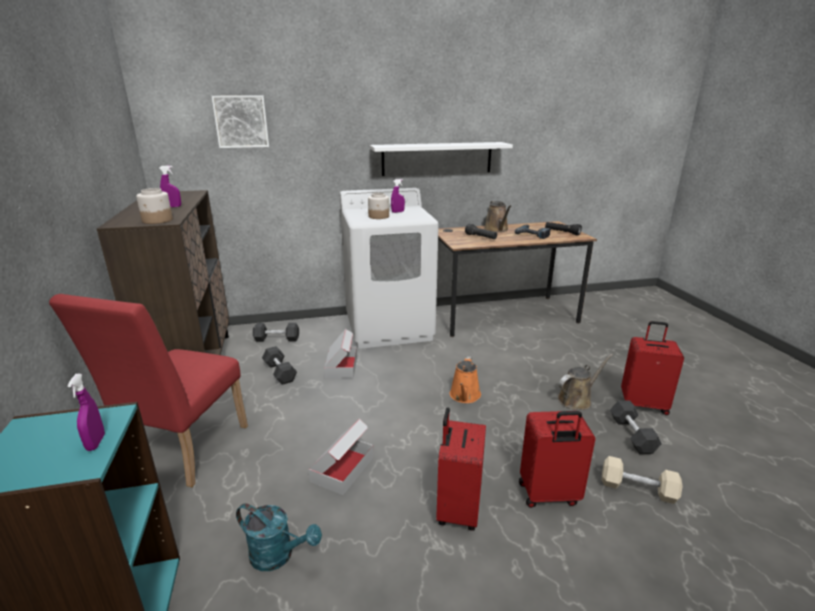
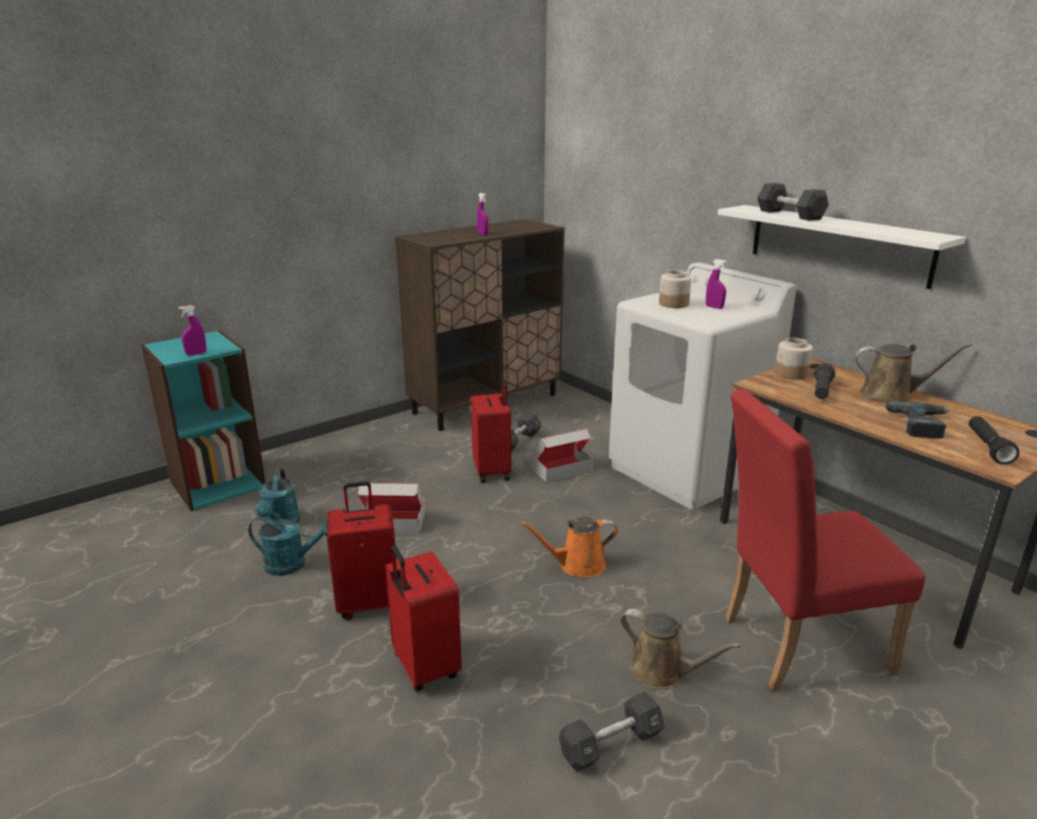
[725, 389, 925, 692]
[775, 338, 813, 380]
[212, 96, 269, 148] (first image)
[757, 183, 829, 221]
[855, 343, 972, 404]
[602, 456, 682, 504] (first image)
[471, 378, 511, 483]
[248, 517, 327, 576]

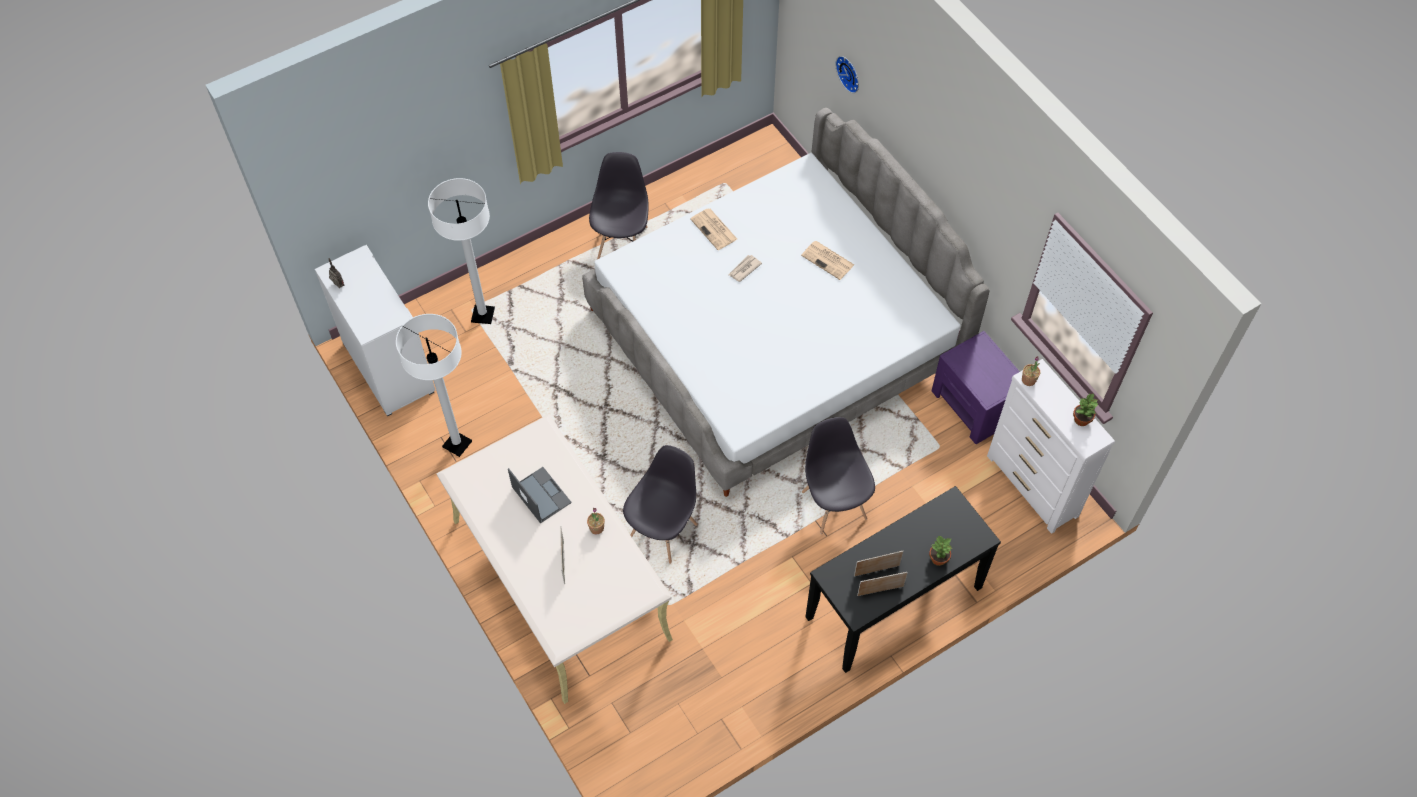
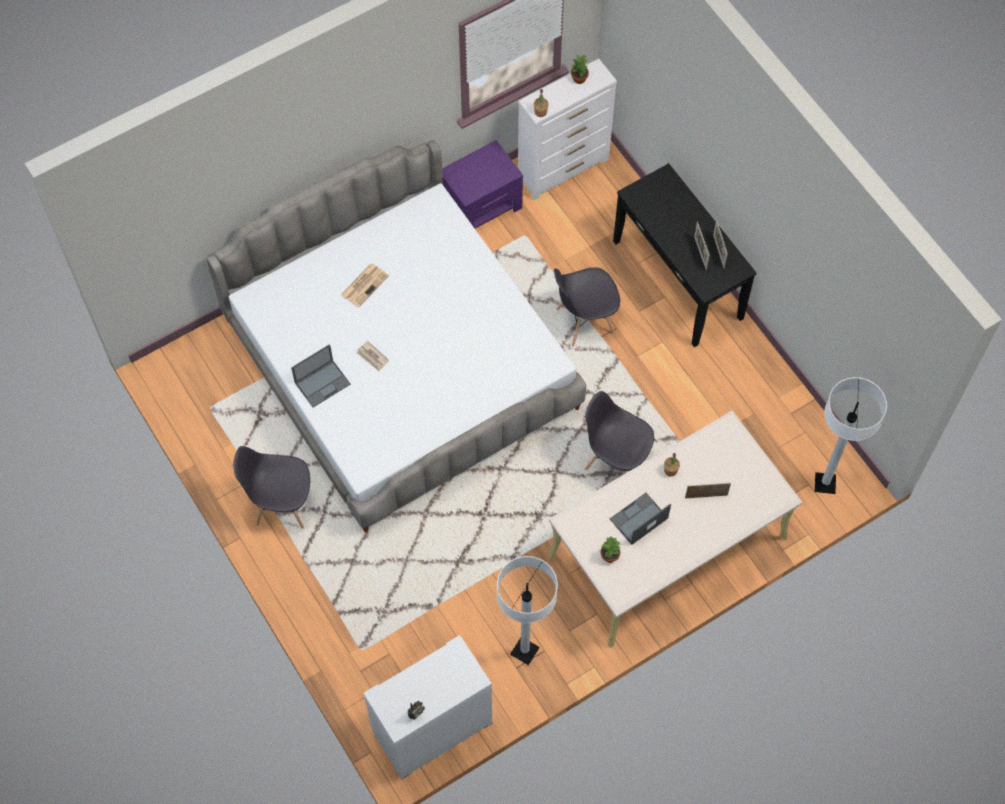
[815, 377, 887, 494]
[291, 344, 351, 407]
[836, 56, 859, 93] (first image)
[601, 537, 620, 563]

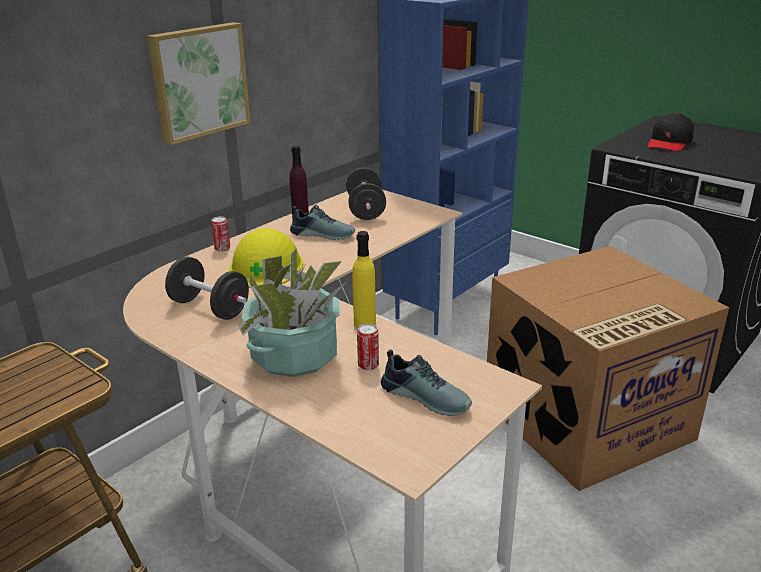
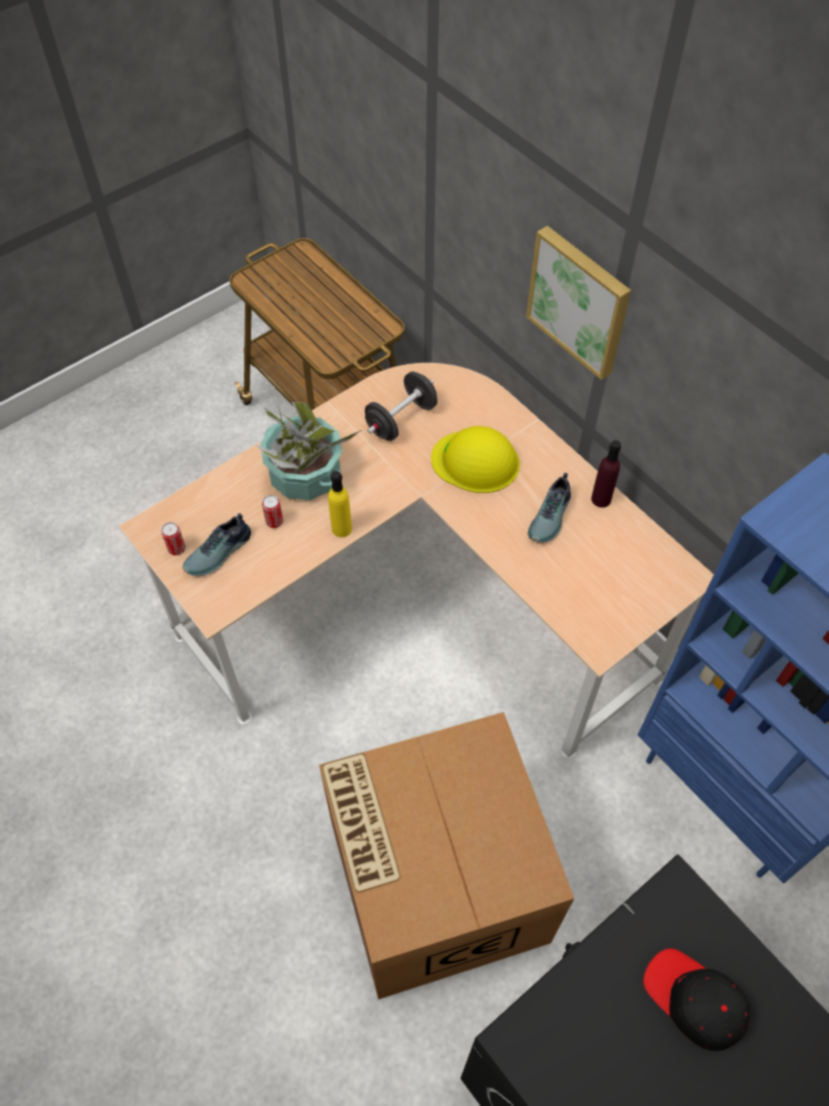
[161, 522, 186, 555]
[346, 167, 386, 220] (first image)

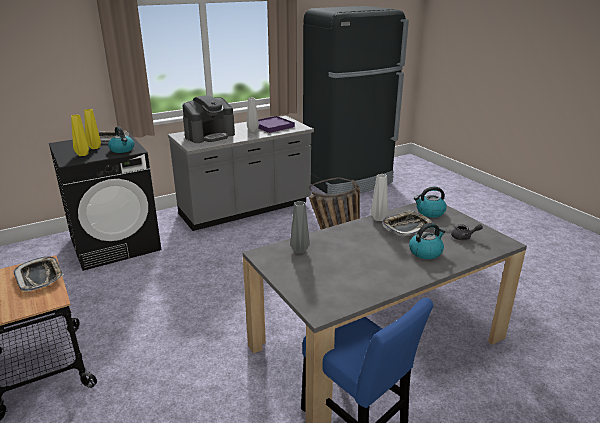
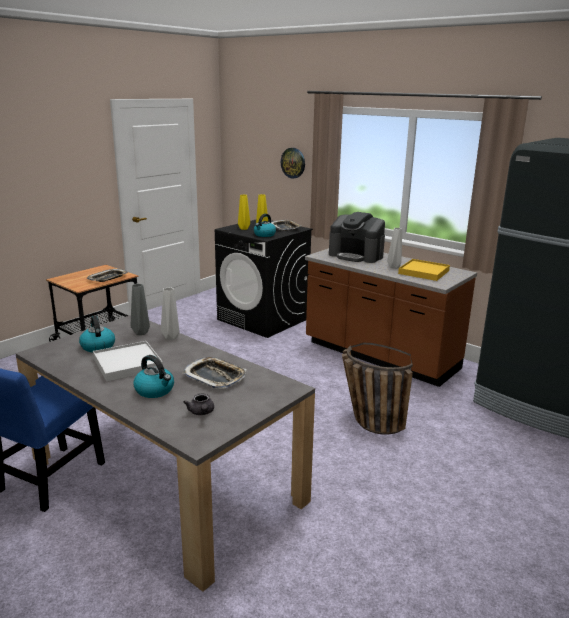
[305, 248, 477, 387]
[398, 259, 450, 281]
[161, 287, 179, 340]
[79, 315, 115, 352]
[93, 341, 163, 382]
[281, 148, 305, 178]

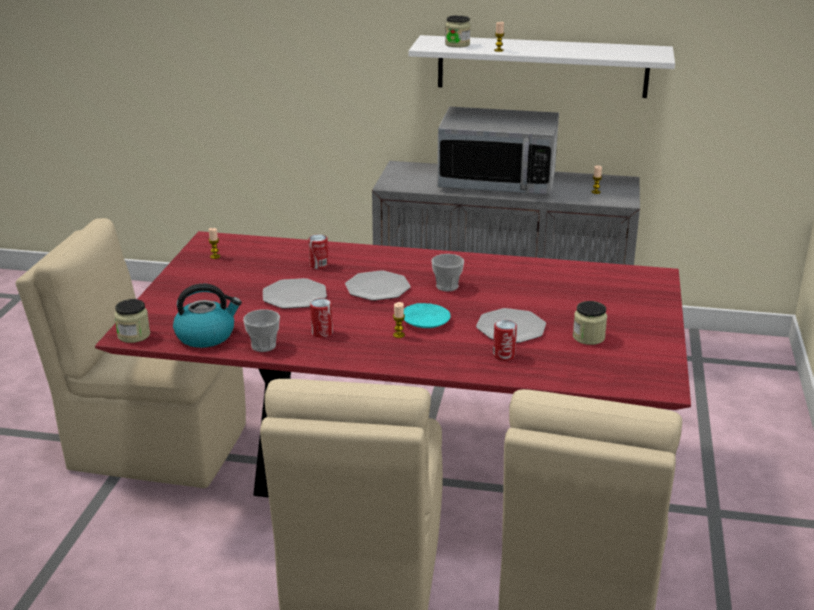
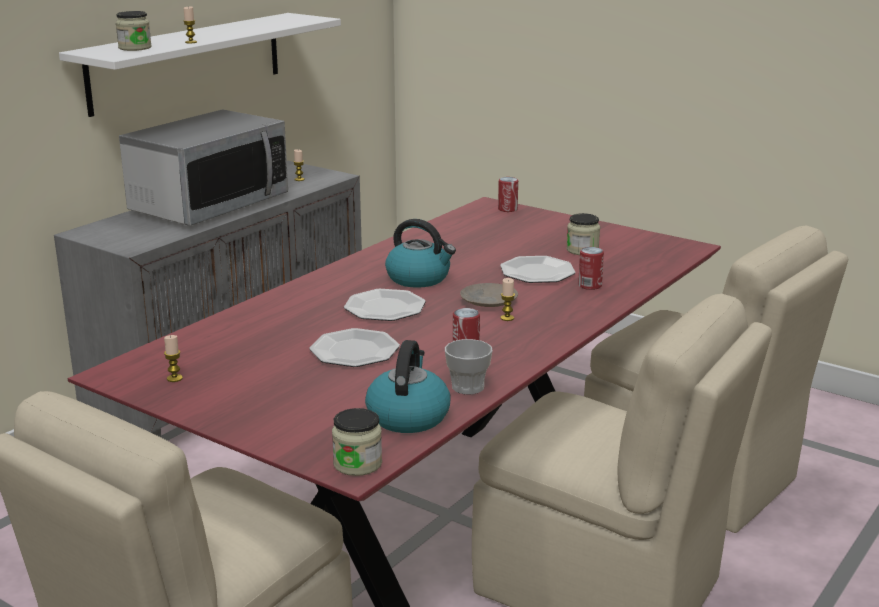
[498, 177, 518, 212]
[460, 283, 518, 307]
[385, 219, 456, 288]

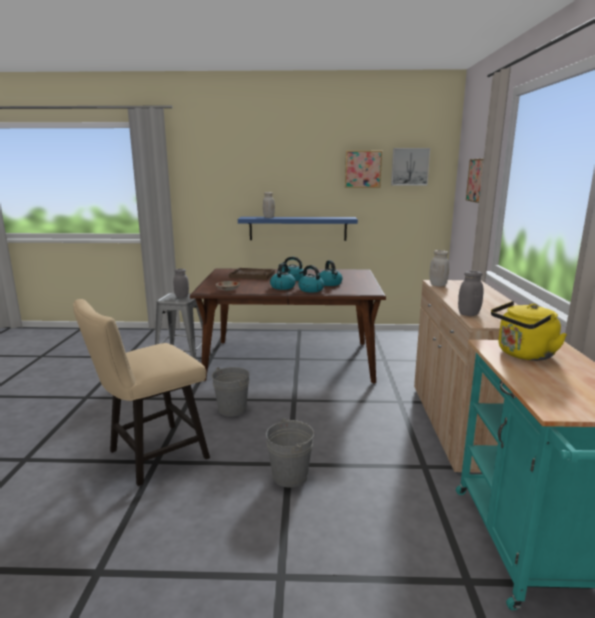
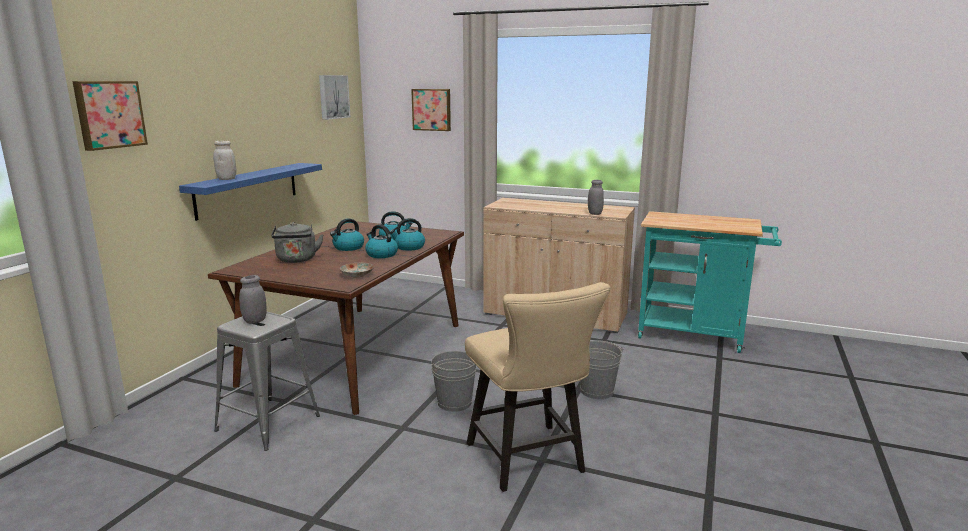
[271, 222, 324, 263]
[72, 81, 148, 151]
[429, 250, 449, 287] (first image)
[491, 301, 567, 361] (first image)

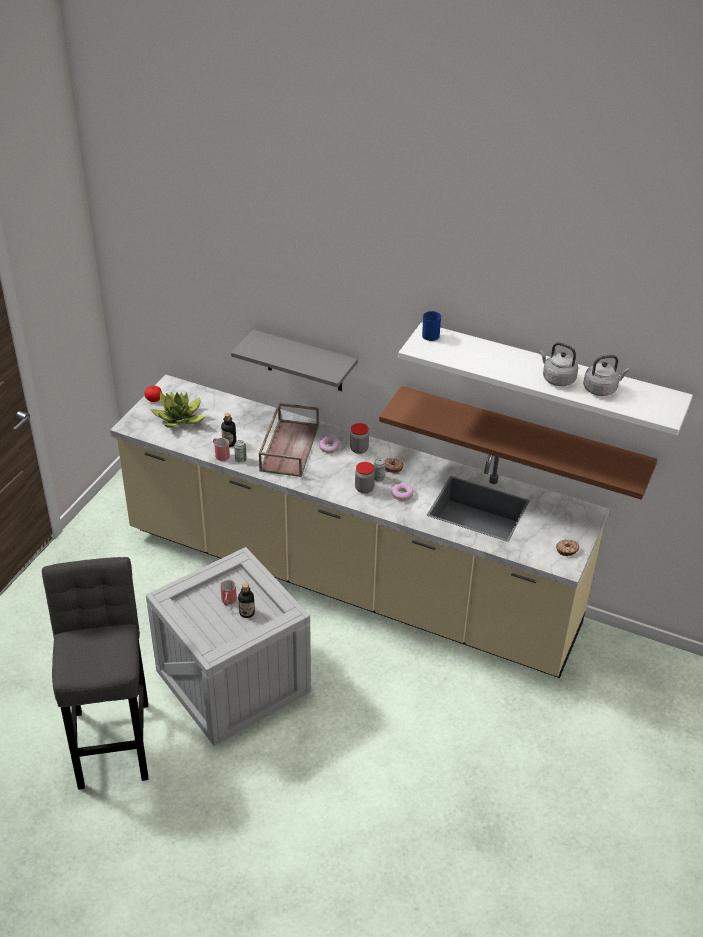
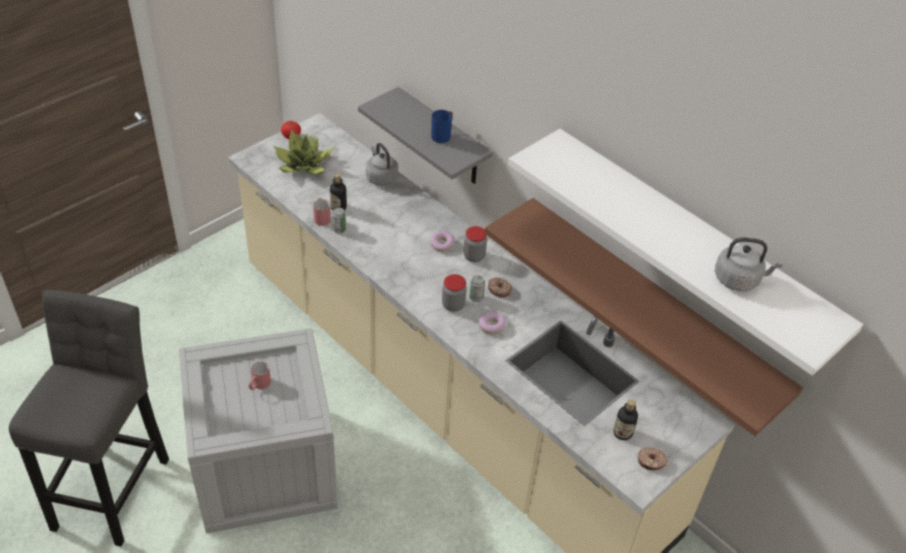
[613, 399, 638, 440]
[259, 402, 319, 477] (first image)
[431, 110, 453, 143]
[366, 143, 398, 186]

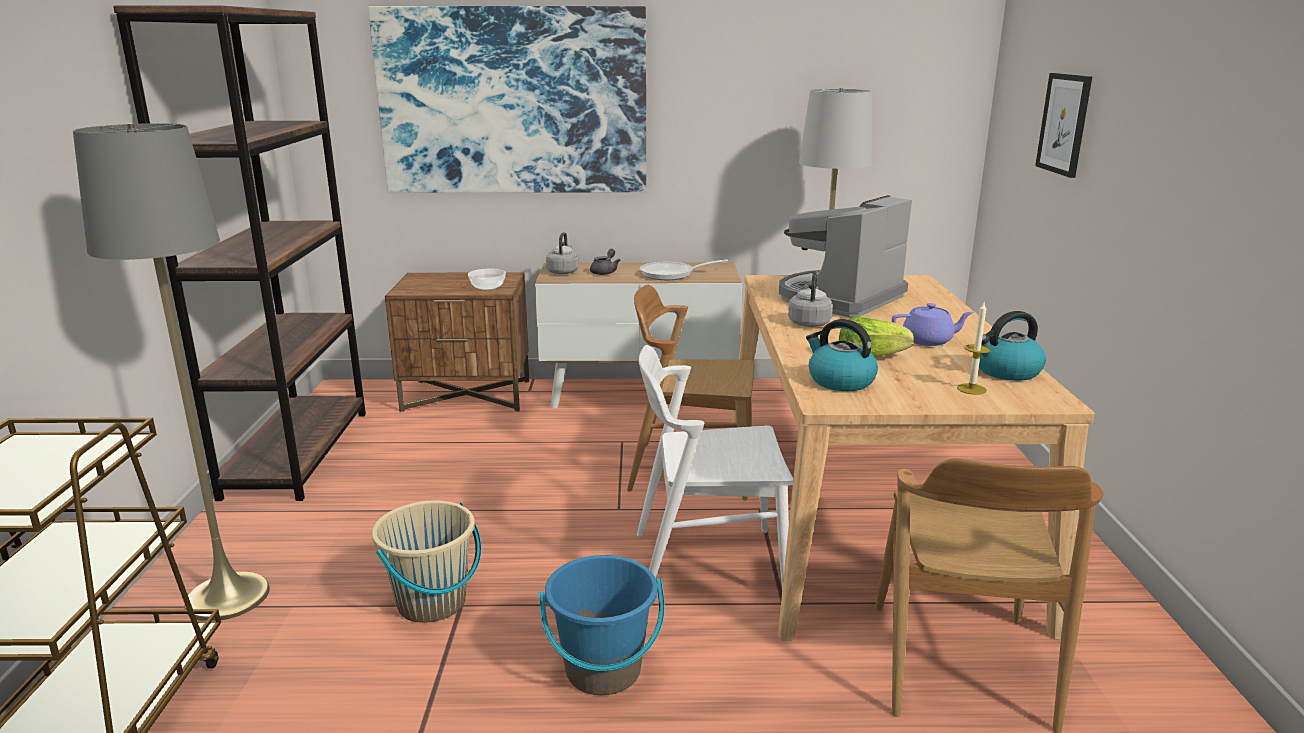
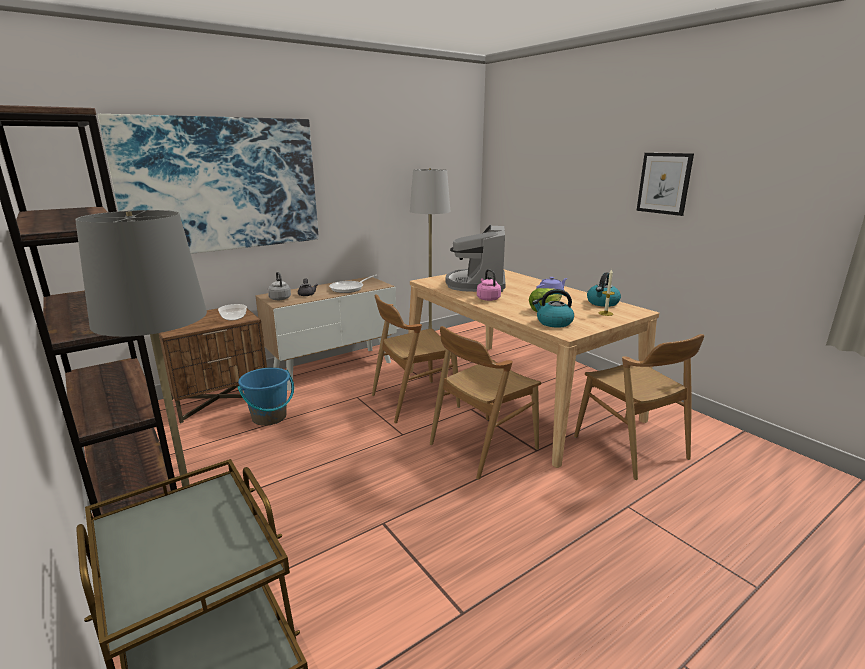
[372, 500, 481, 623] (first image)
[237, 368, 294, 426]
[430, 326, 541, 479]
[477, 269, 501, 301]
[636, 153, 694, 216]

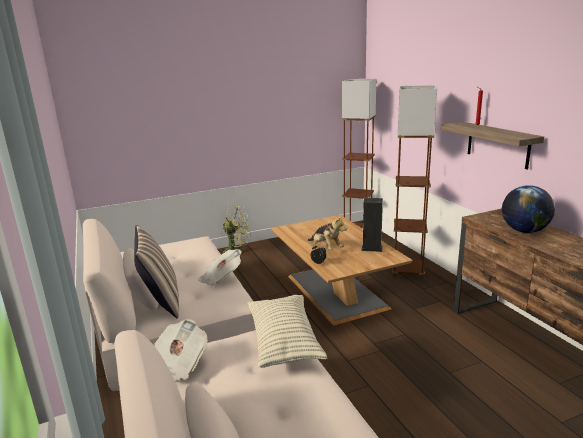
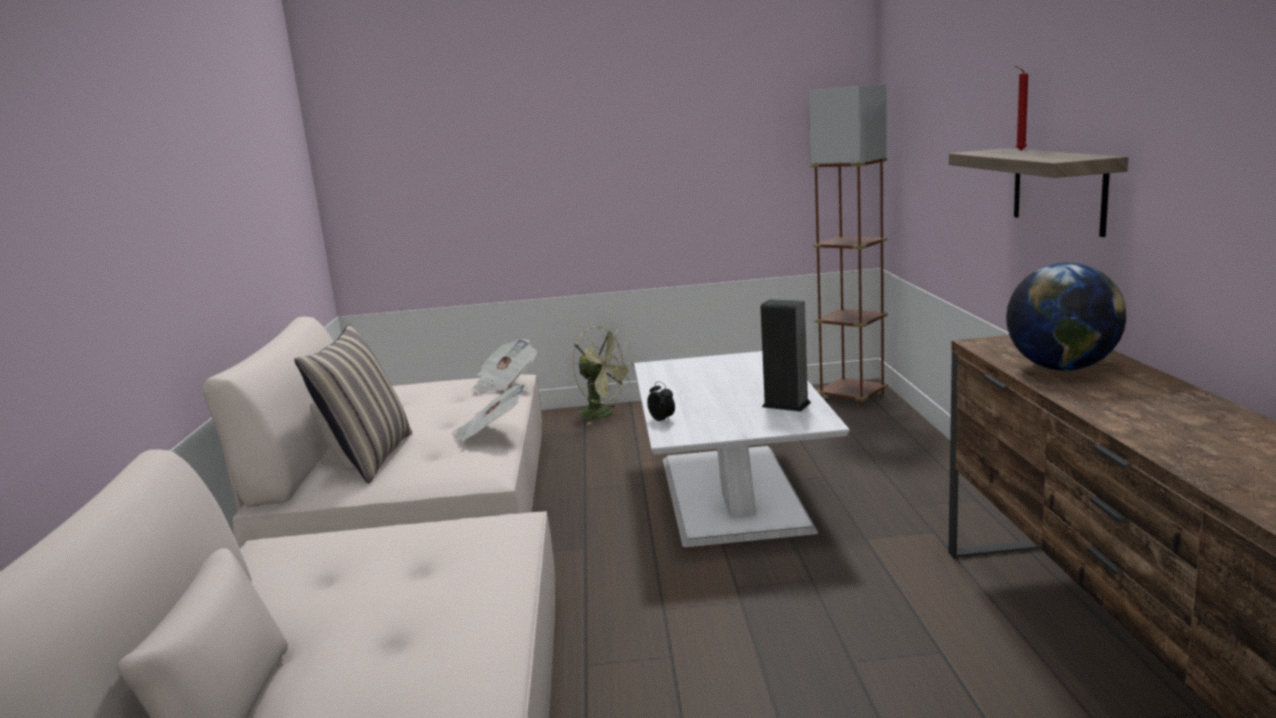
[472, 339, 537, 393]
[247, 295, 327, 368] (first image)
[634, 351, 850, 547]
[308, 215, 347, 250] (first image)
[392, 85, 437, 279] (first image)

